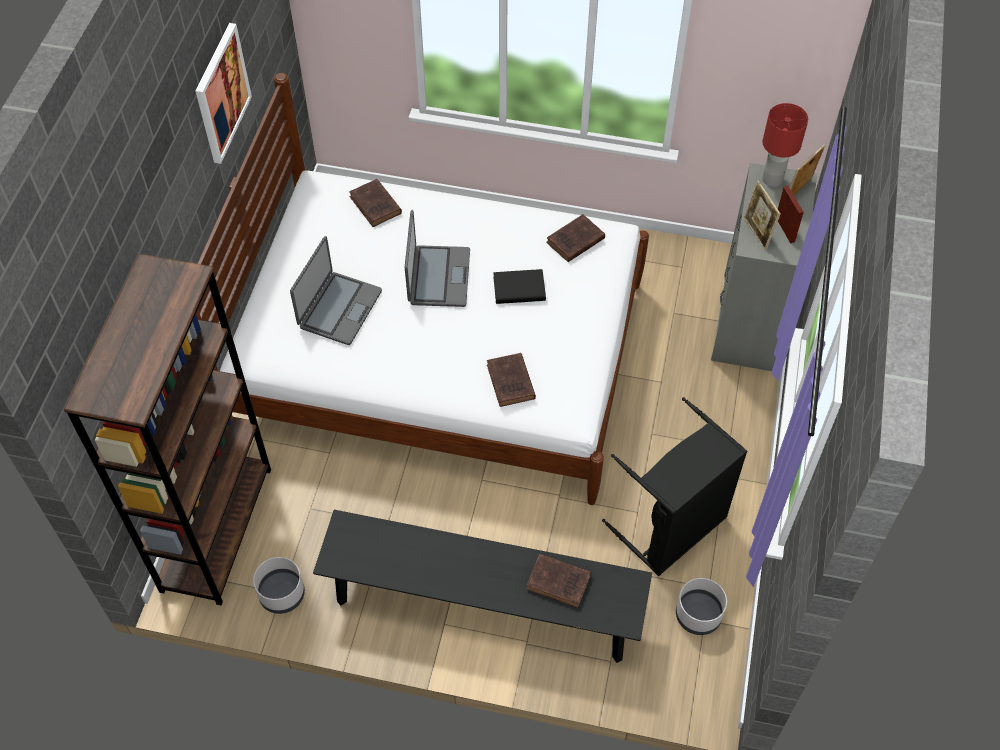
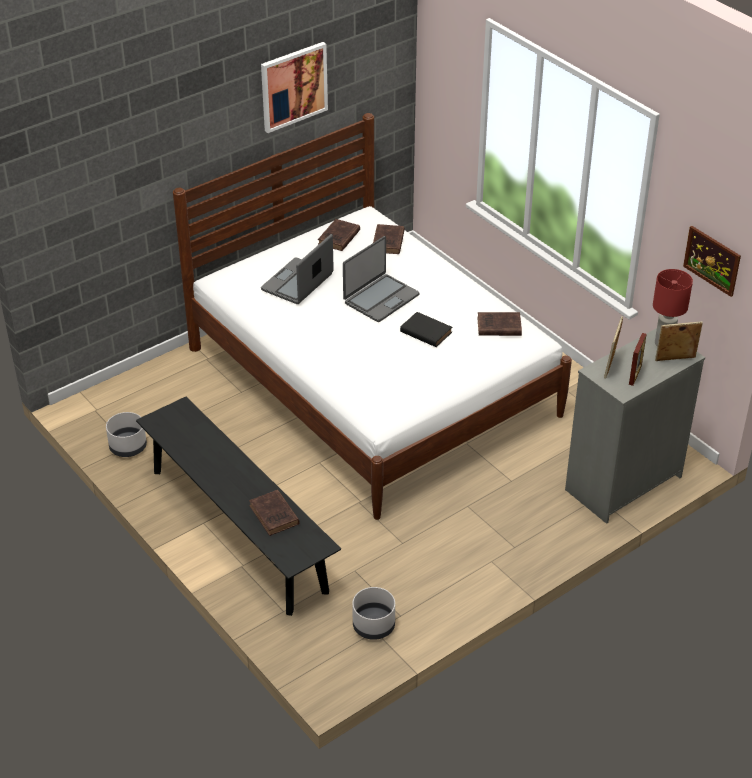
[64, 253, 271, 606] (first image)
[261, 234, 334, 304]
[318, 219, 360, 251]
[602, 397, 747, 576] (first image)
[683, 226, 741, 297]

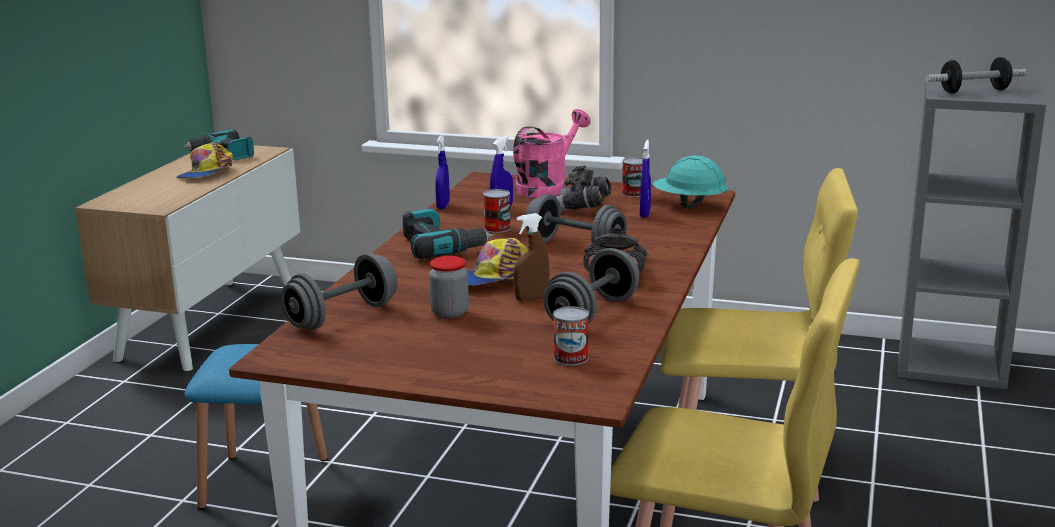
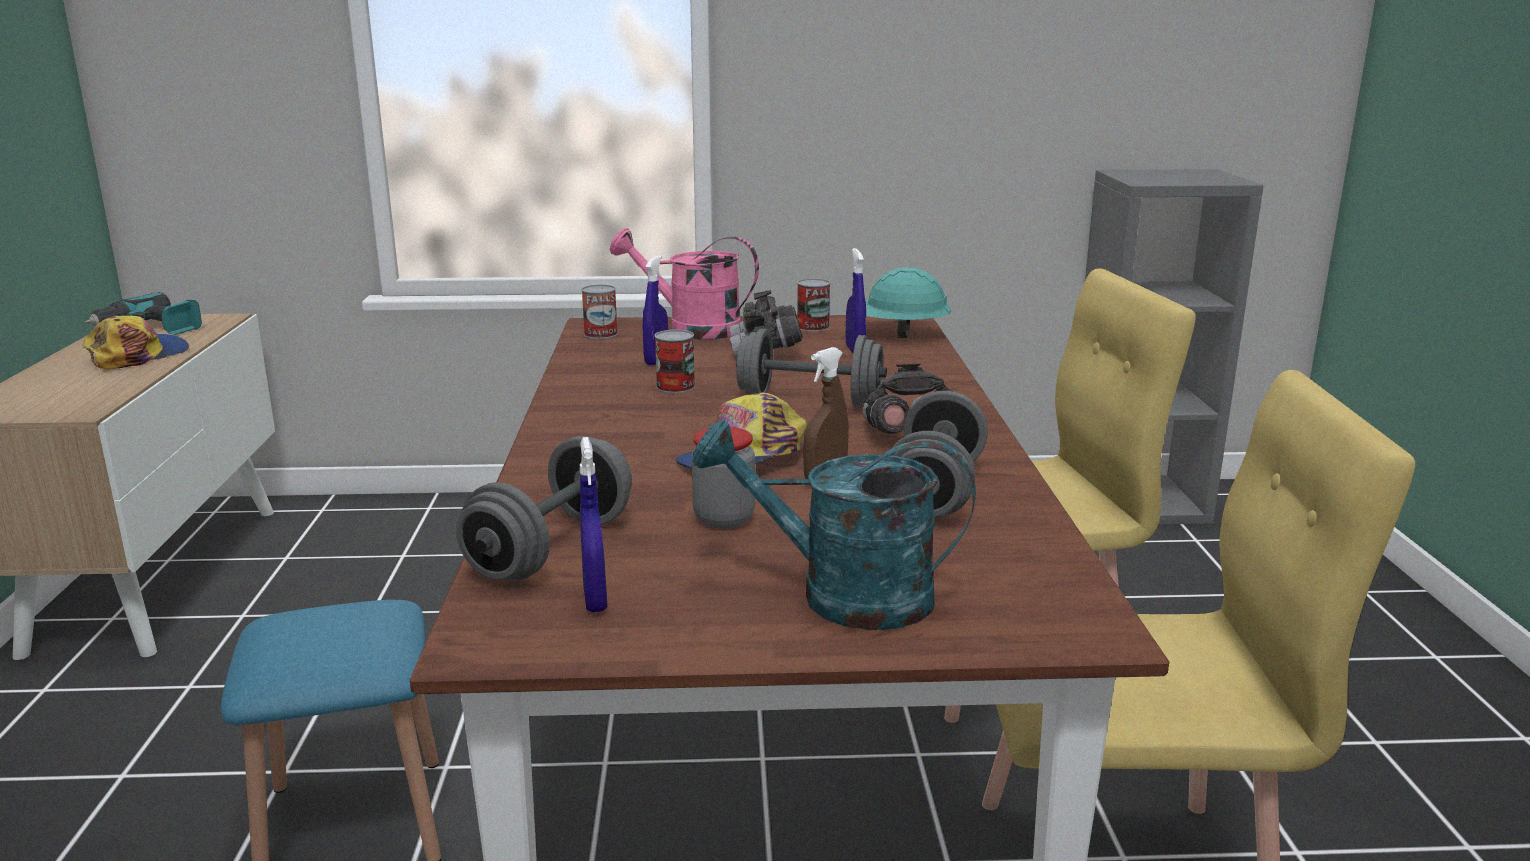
[82, 316, 189, 369]
[403, 209, 494, 259] (first image)
[580, 437, 607, 613]
[610, 228, 759, 339]
[581, 284, 618, 339]
[925, 57, 1027, 93] (first image)
[692, 420, 976, 630]

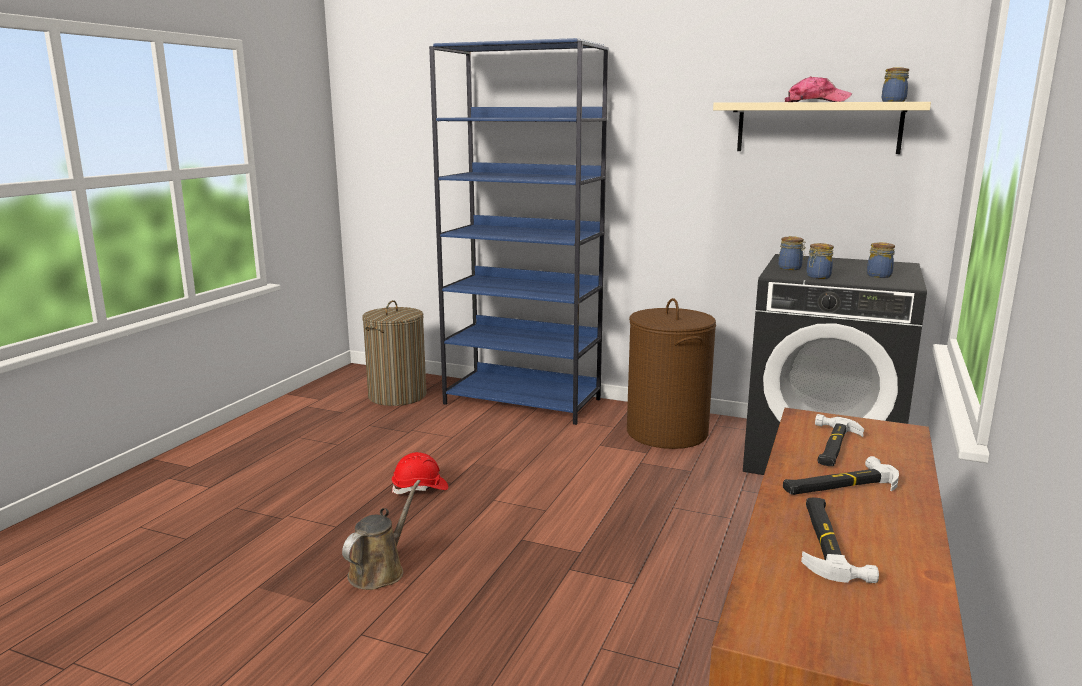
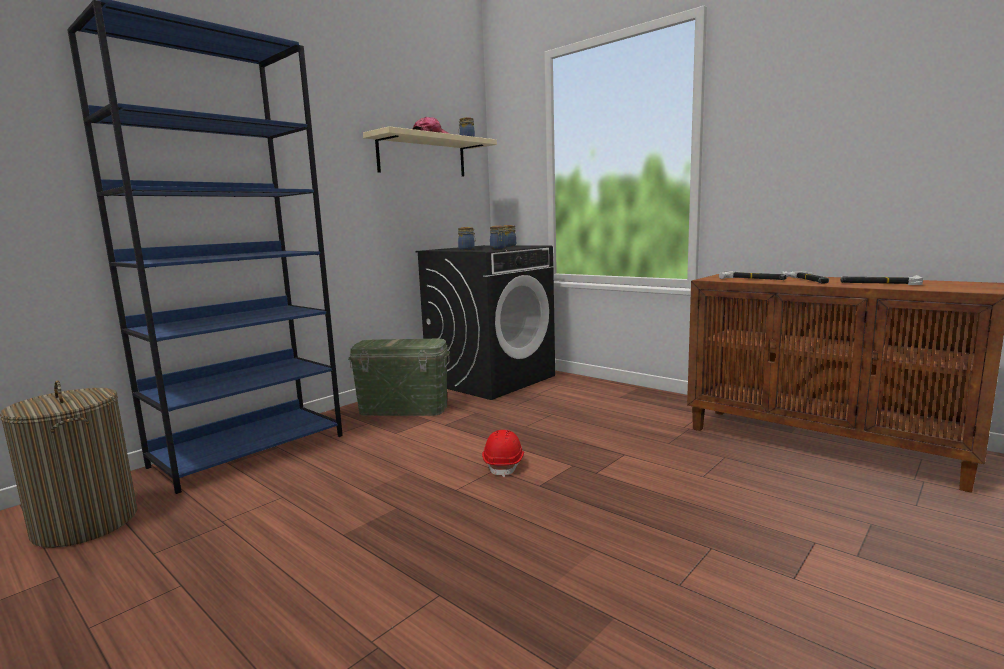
[342, 480, 421, 590] (first image)
[482, 430, 524, 477]
[348, 339, 450, 416]

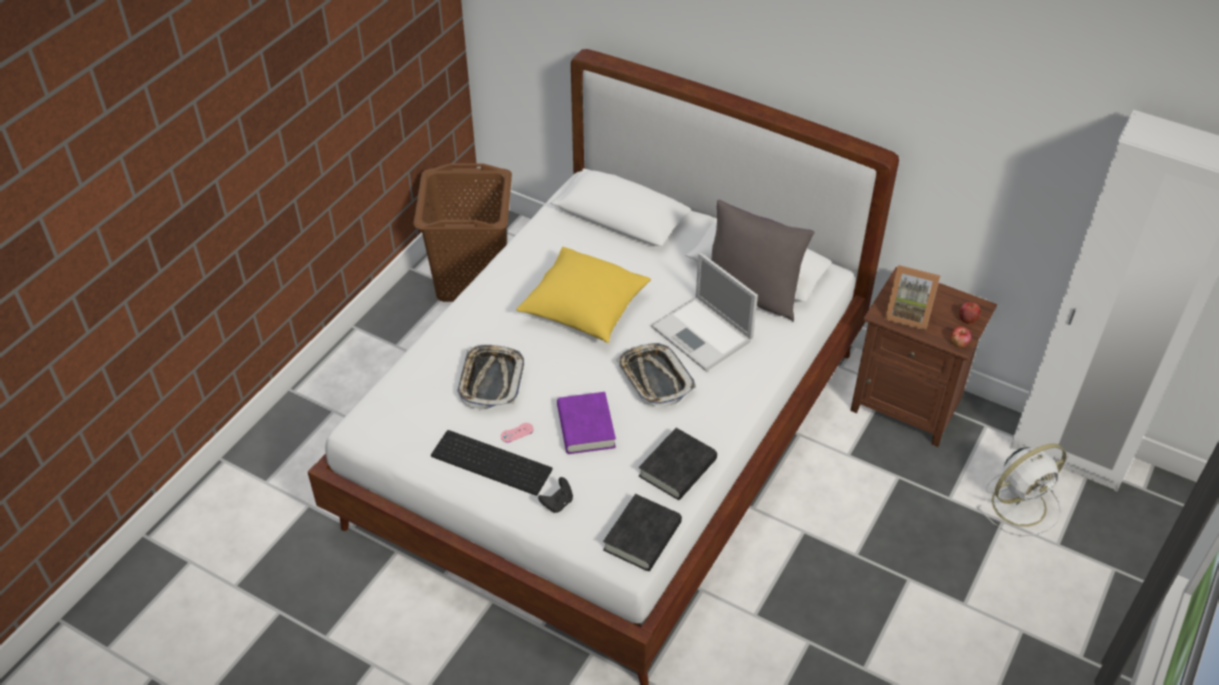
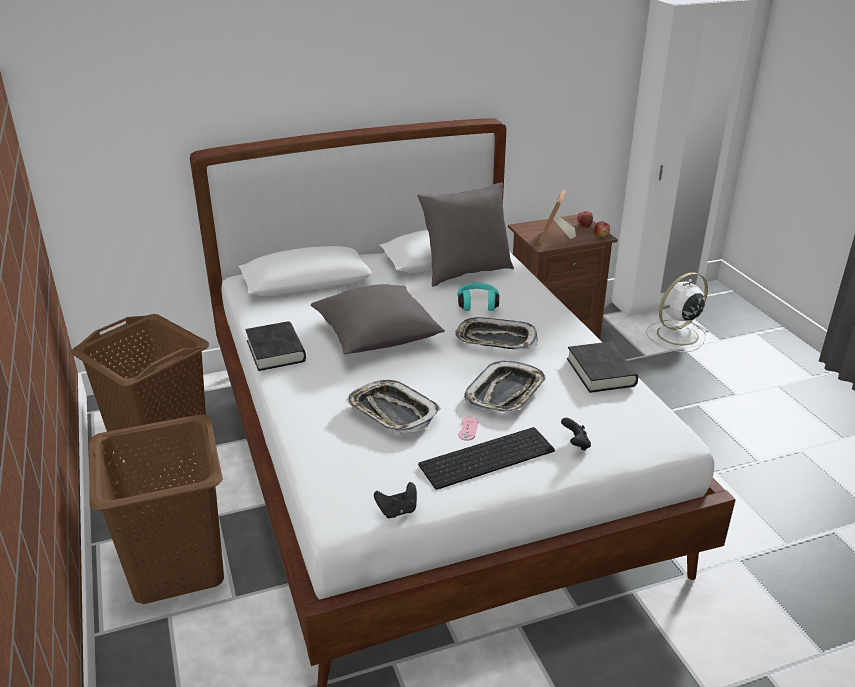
[311, 284, 445, 354]
[464, 361, 546, 412]
[245, 321, 306, 371]
[457, 283, 499, 311]
[538, 189, 576, 244]
[646, 272, 710, 352]
[89, 414, 224, 604]
[374, 482, 417, 518]

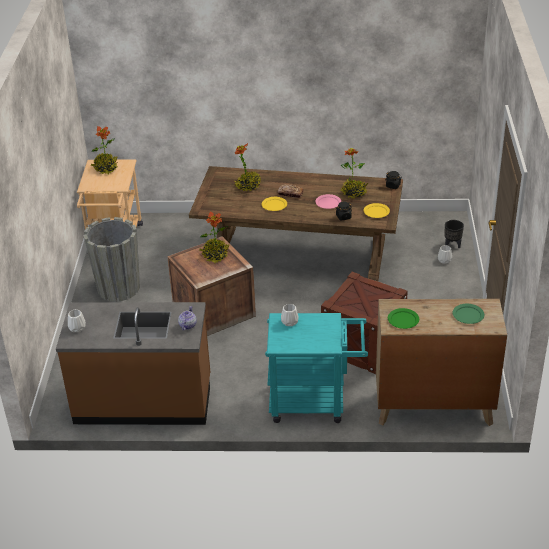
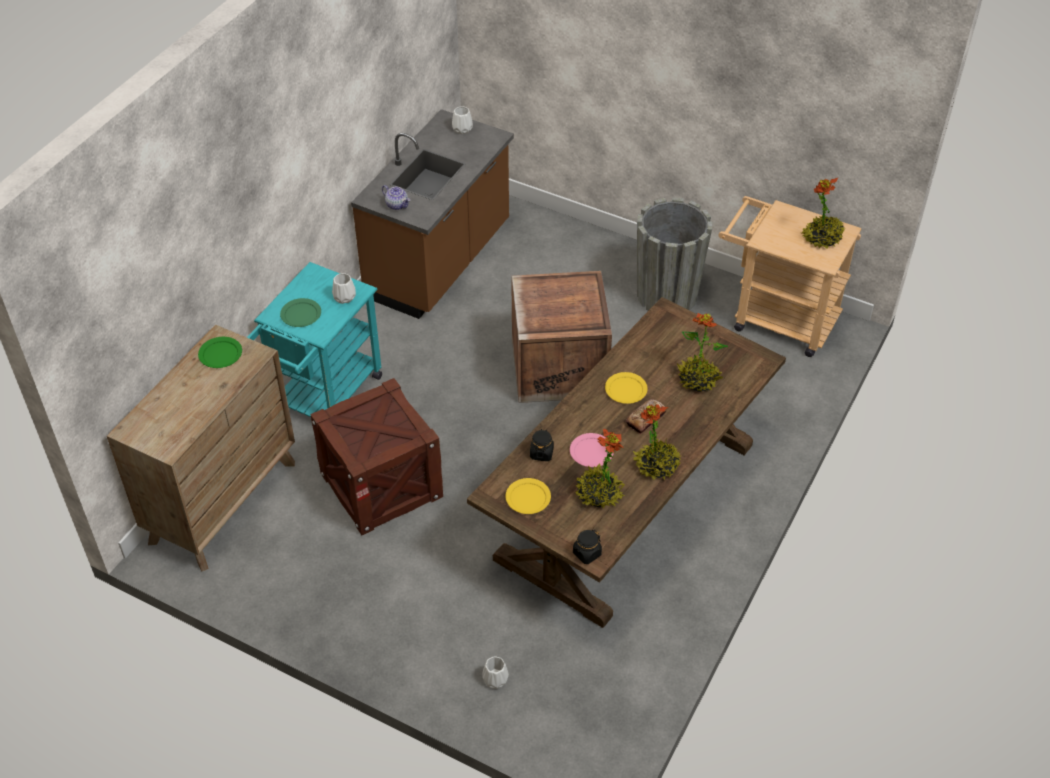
[633, 404, 681, 480]
[444, 220, 464, 249] (first image)
[280, 298, 321, 327]

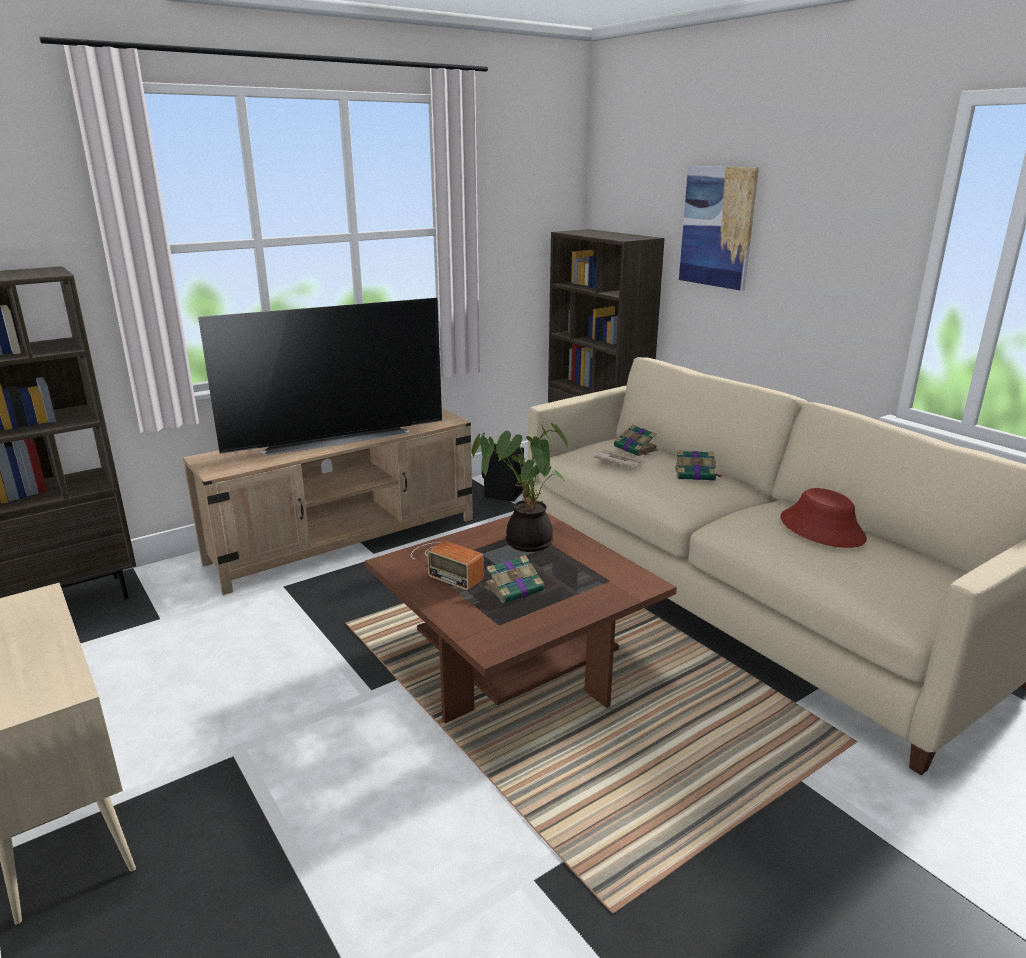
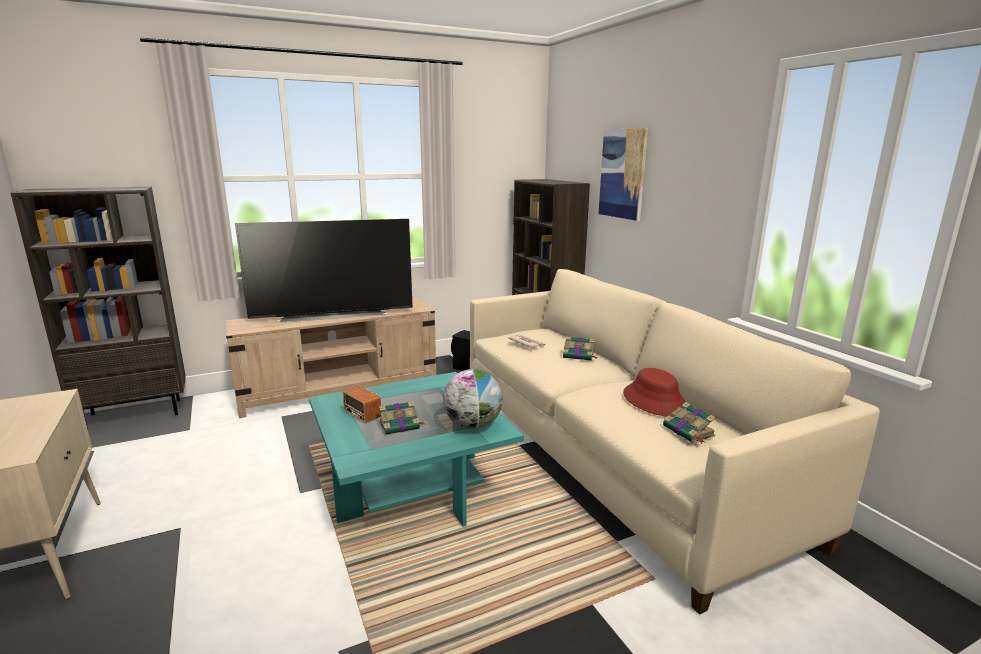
[309, 372, 524, 527]
[472, 423, 569, 552] (first image)
[663, 402, 716, 443]
[443, 369, 503, 429]

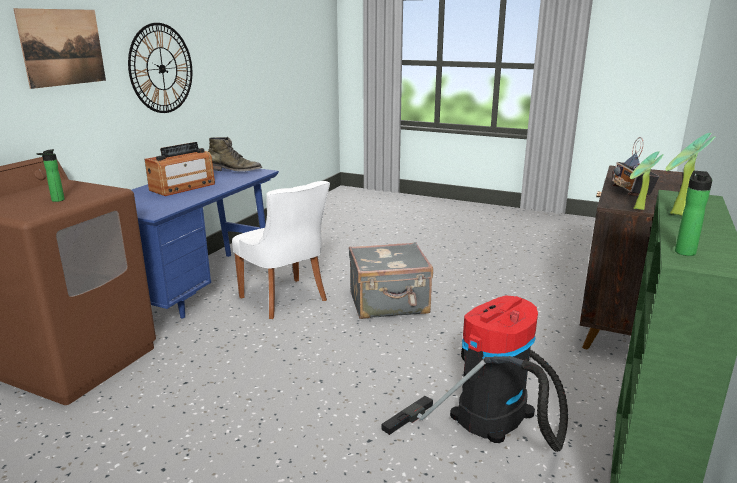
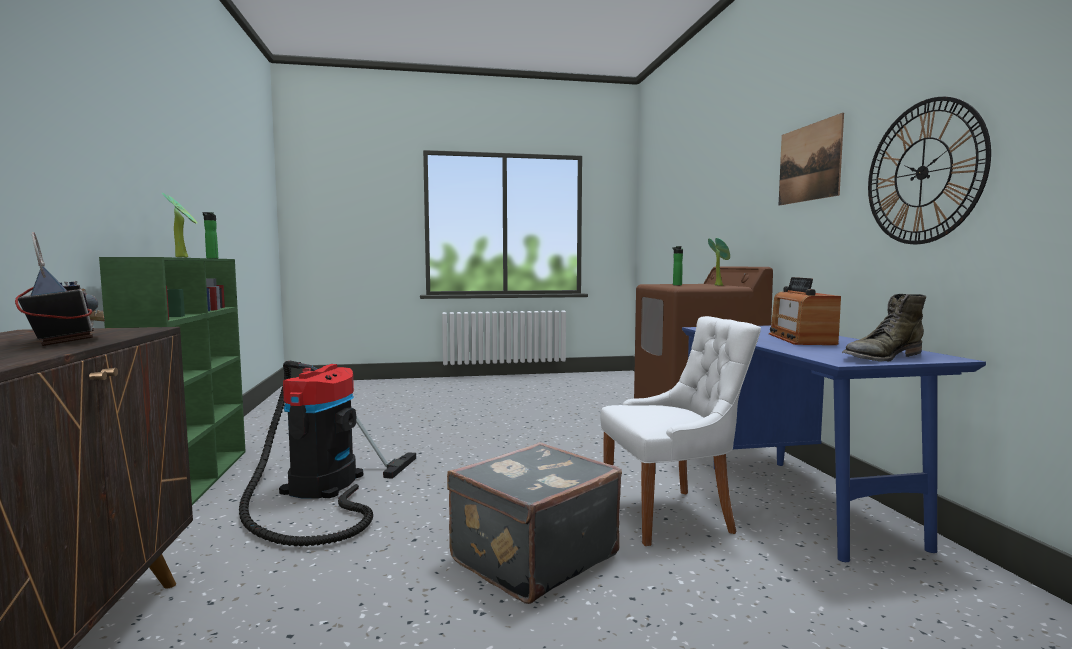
[600, 316, 761, 546]
[708, 238, 730, 286]

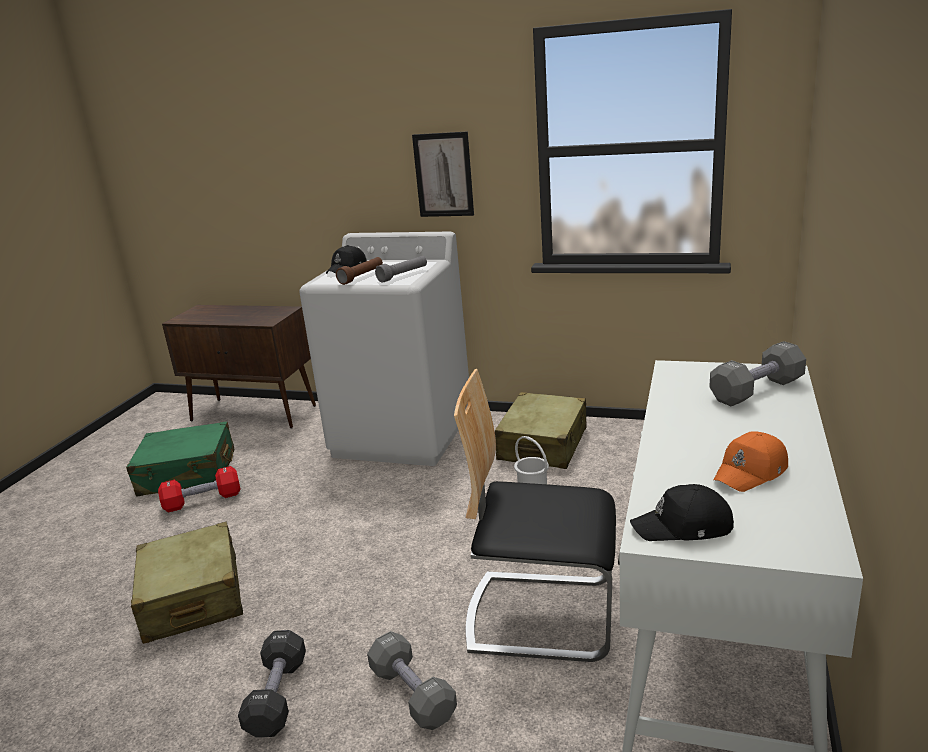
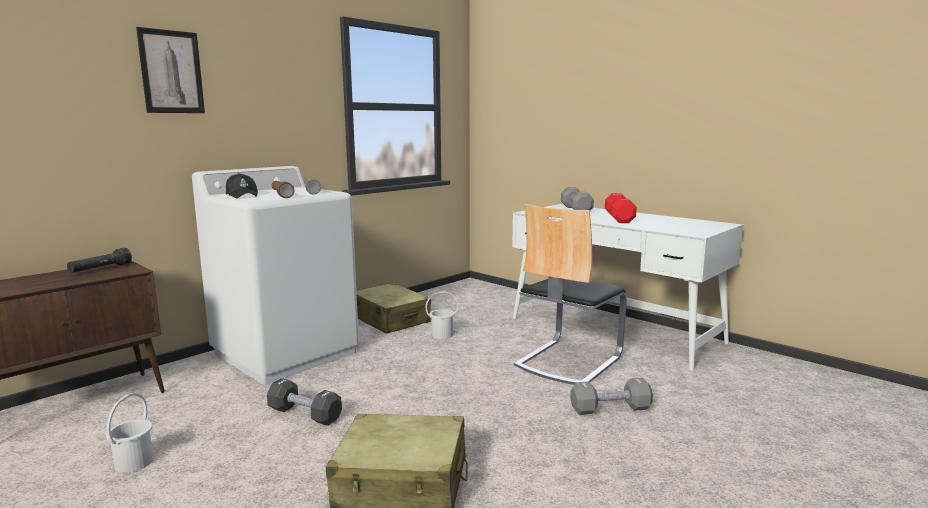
[106, 393, 154, 473]
[605, 193, 637, 223]
[267, 378, 342, 426]
[136, 27, 205, 113]
[630, 484, 734, 541] (first image)
[714, 431, 788, 492] (first image)
[67, 248, 132, 273]

